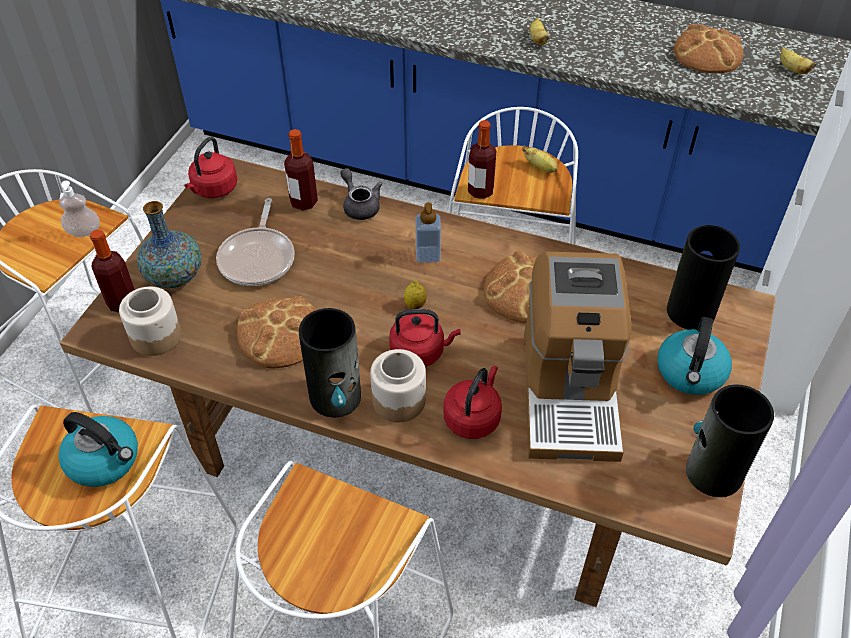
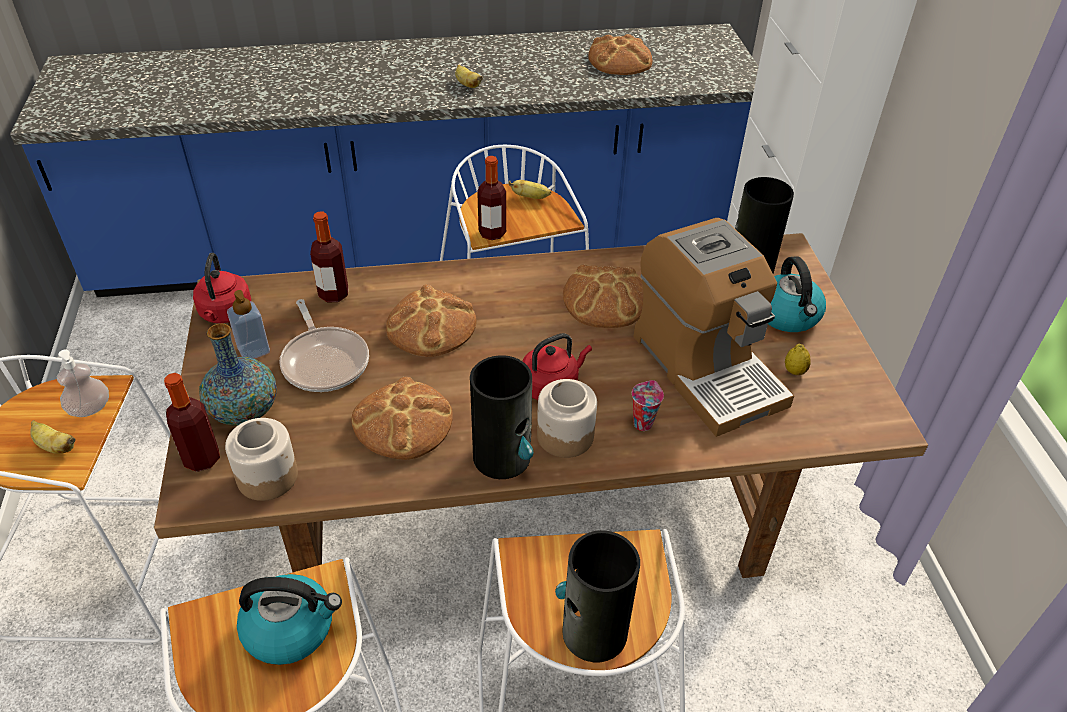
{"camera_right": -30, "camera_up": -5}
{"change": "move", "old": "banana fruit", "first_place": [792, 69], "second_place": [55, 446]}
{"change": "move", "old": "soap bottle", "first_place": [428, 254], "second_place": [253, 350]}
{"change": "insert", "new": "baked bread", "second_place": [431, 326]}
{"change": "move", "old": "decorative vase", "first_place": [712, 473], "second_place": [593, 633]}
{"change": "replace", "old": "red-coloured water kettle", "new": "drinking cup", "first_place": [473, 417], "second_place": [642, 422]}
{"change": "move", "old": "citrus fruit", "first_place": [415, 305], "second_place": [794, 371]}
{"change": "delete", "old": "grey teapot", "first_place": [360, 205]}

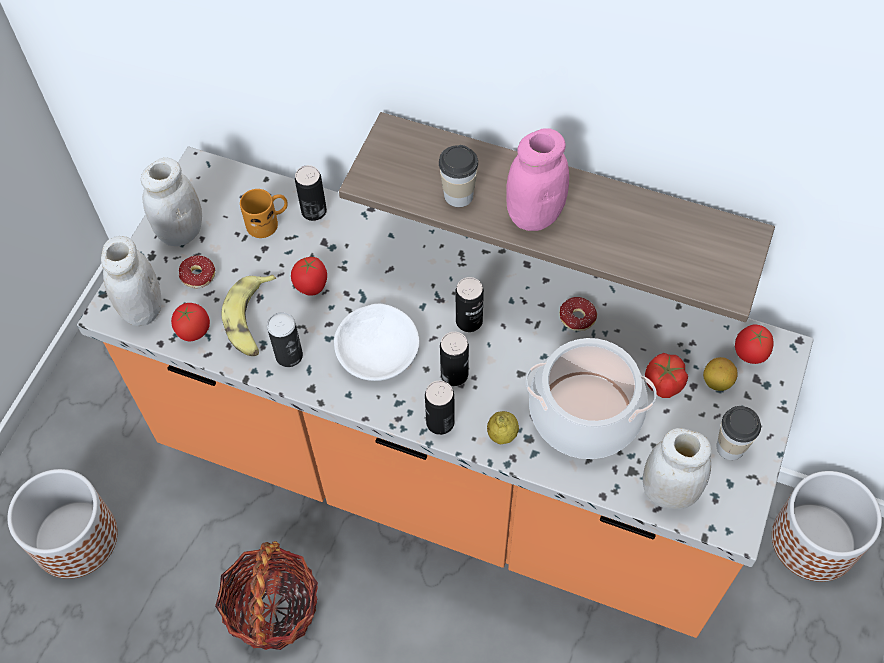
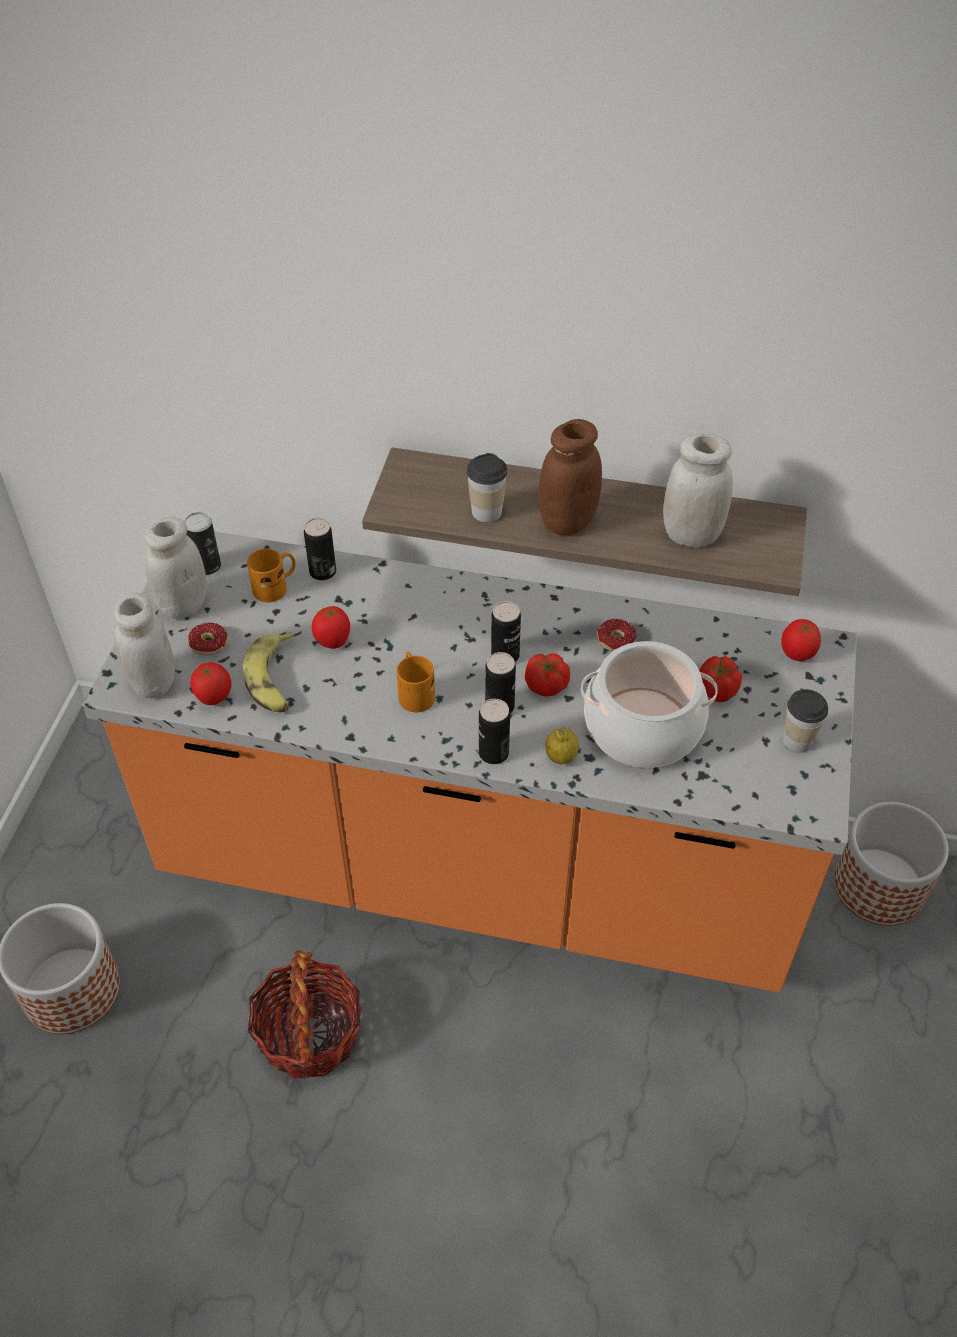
{"camera_right": -10, "camera_up": -10}
{"change": "move", "old": "metal can", "first_place": [289, 355], "second_place": [207, 566]}
{"change": "replace", "old": "white deep dish", "new": "orangey mug", "first_place": [377, 349], "second_place": [414, 692]}
{"change": "insert", "new": "fresh tomato", "second_place": [547, 685]}
{"change": "recolor", "old": "pink-coloured preserve jar", "new": "brownish preserve jar", "first_place": [534, 215], "second_place": [567, 521]}
{"change": "move", "old": "white preserve jar", "first_place": [668, 492], "second_place": [691, 535]}
{"change": "delete", "old": "citrus fruit", "first_place": [717, 382]}

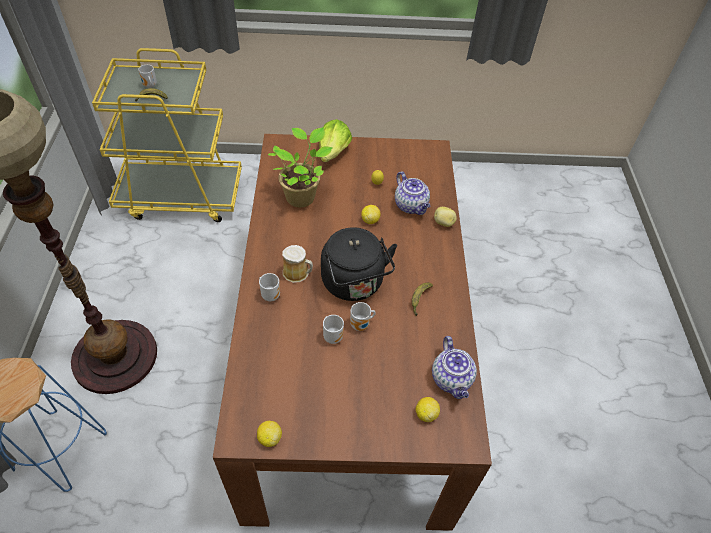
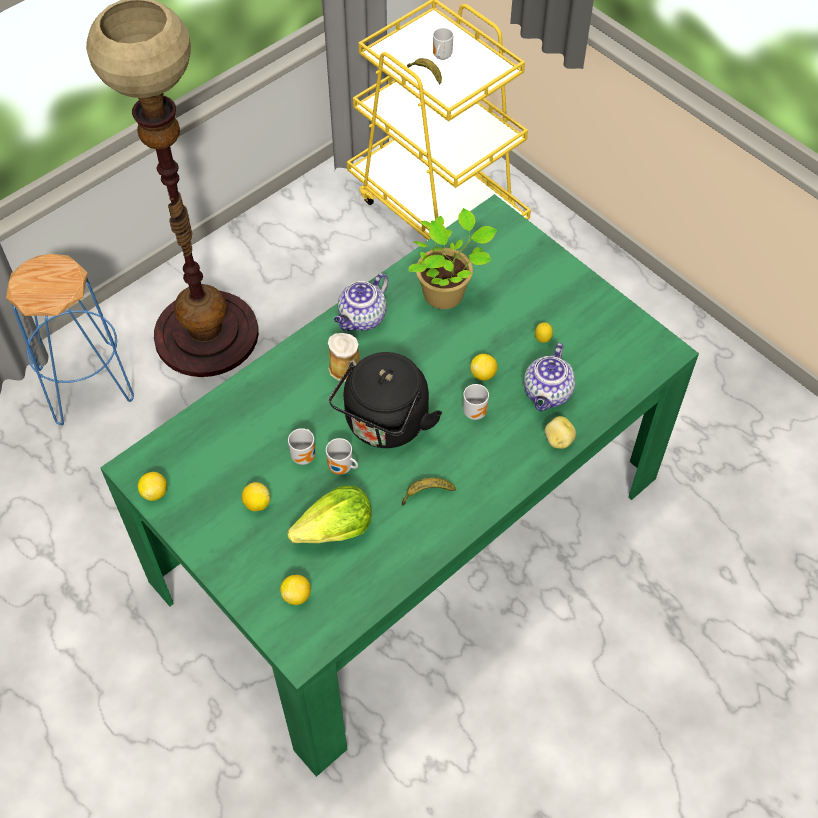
{"camera_right": 50, "camera_up": 5}
{"change": "recolor", "old": "brownish dinner table", "new": "green dinner table", "first_place": [349, 361], "second_place": [408, 530]}
{"change": "insert", "new": "citrus fruit", "second_place": [257, 503]}
{"change": "move", "old": "head of lettuce", "first_place": [333, 152], "second_place": [335, 530]}
{"change": "move", "old": "teapot", "first_place": [452, 380], "second_place": [362, 319]}
{"change": "move", "old": "mug", "first_place": [270, 295], "second_place": [475, 411]}

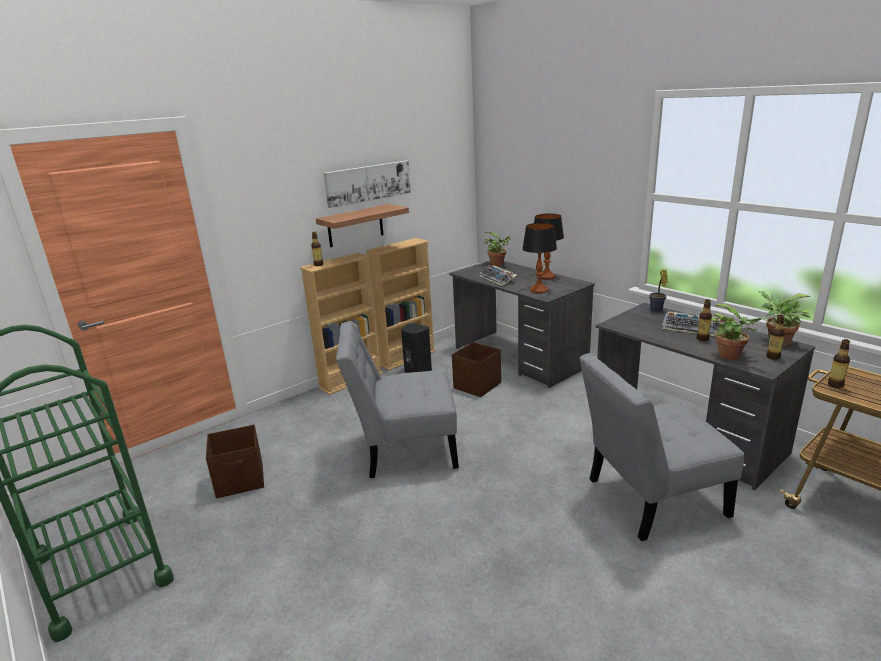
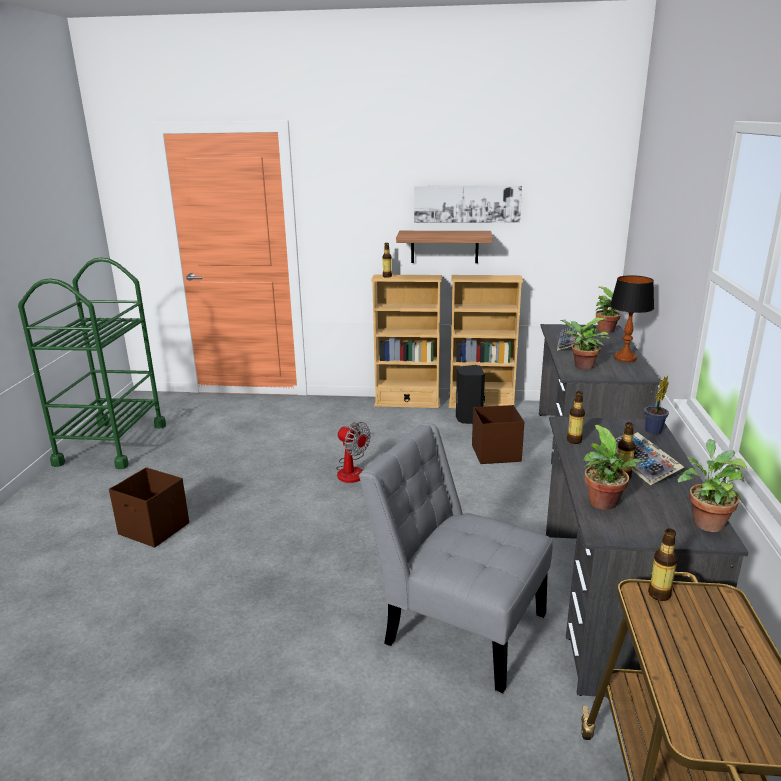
{"camera_right": 45, "camera_up": 0}
{"change": "move", "old": "brownish storage box", "first_place": [241, 480], "second_place": [154, 529]}
{"change": "replace", "old": "grey plain chair", "new": "fan", "first_place": [404, 449], "second_place": [352, 470]}
{"change": "replace", "old": "lamp for a table", "new": "potted plant", "first_place": [538, 290], "second_place": [581, 366]}
{"change": "move", "old": "bottle", "first_place": [773, 357], "second_place": [574, 441]}

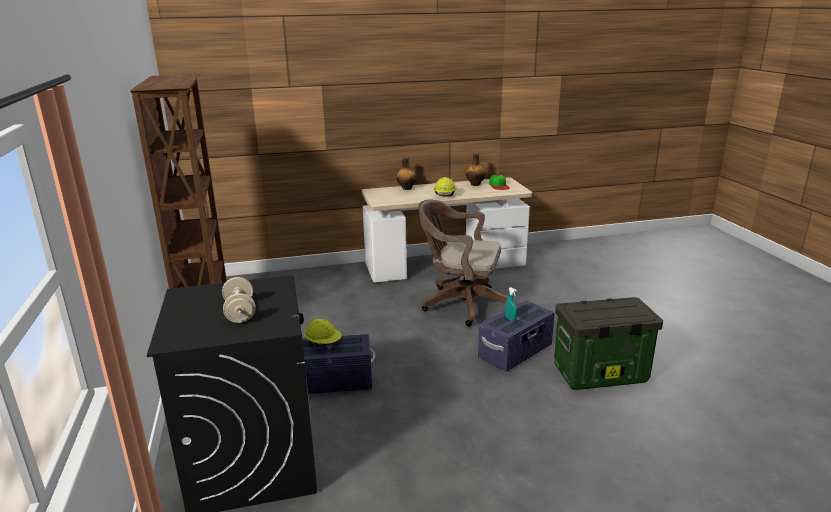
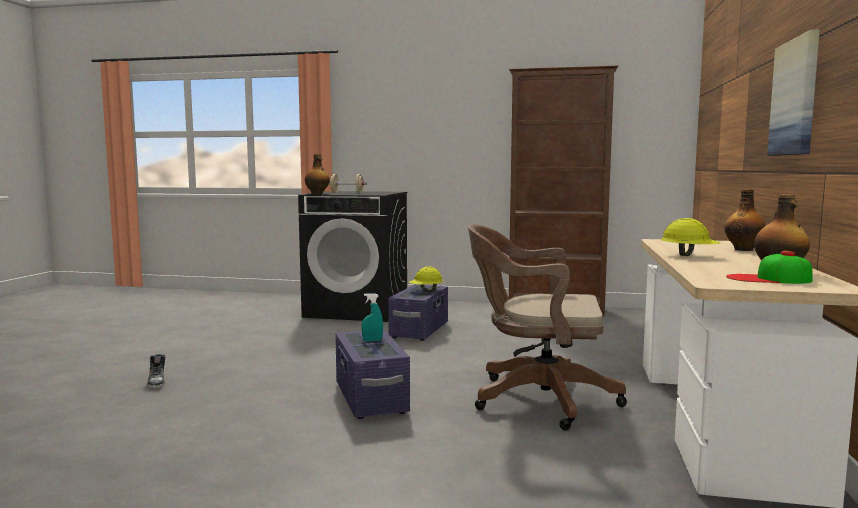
{"camera_right": 115, "camera_up": -15}
{"change": "insert", "new": "shoe", "second_place": [157, 382]}
{"change": "insert", "new": "bottle", "second_place": [317, 193]}
{"change": "rotate", "old": "brownish desk chair", "first_place": [461, 304], "second_place": [536, 399], "degrees": -120}
{"change": "insert", "new": "wall picture", "second_place": [795, 98]}
{"change": "delete", "old": "storage box", "first_place": [599, 374]}

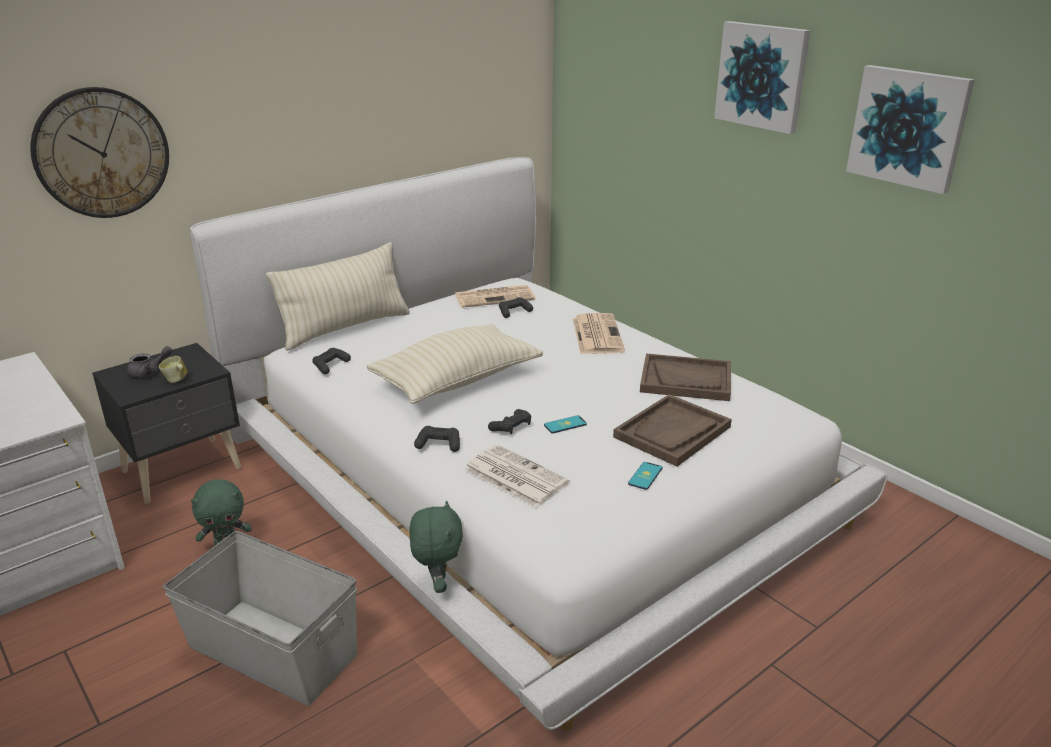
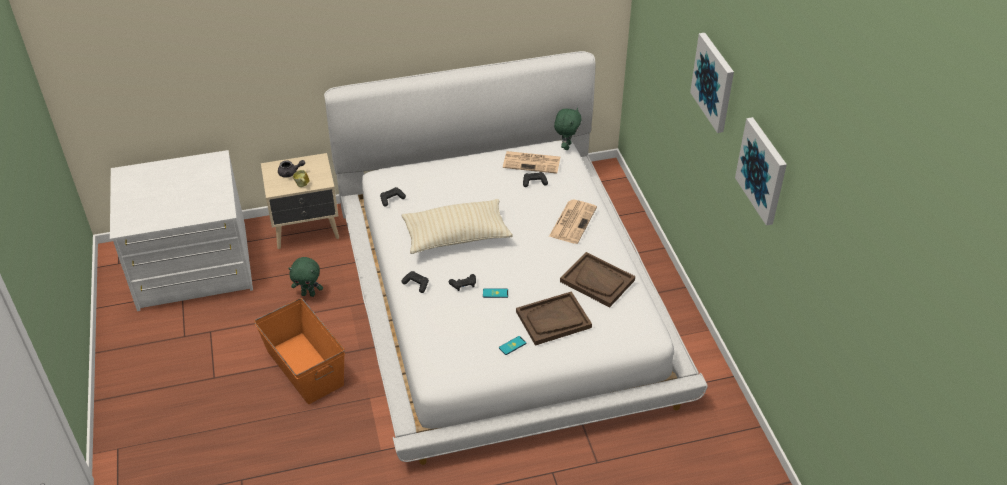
{"camera_right": 25, "camera_up": 15}
{"change": "recolor", "old": "grey storage box", "new": "orangey storage box", "first_place": [272, 651], "second_place": [304, 368]}
{"change": "recolor", "old": "blackish bedside table", "new": "beige-coloured bedside table", "first_place": [184, 470], "second_place": [307, 230]}
{"change": "move", "old": "green soft toy", "first_place": [437, 584], "second_place": [566, 146]}
{"change": "delete", "old": "wall clock", "first_place": [101, 153]}
{"change": "delete", "old": "beige-coloured throw pillow", "first_place": [345, 328]}
{"change": "delete", "old": "daily paper", "first_place": [514, 476]}

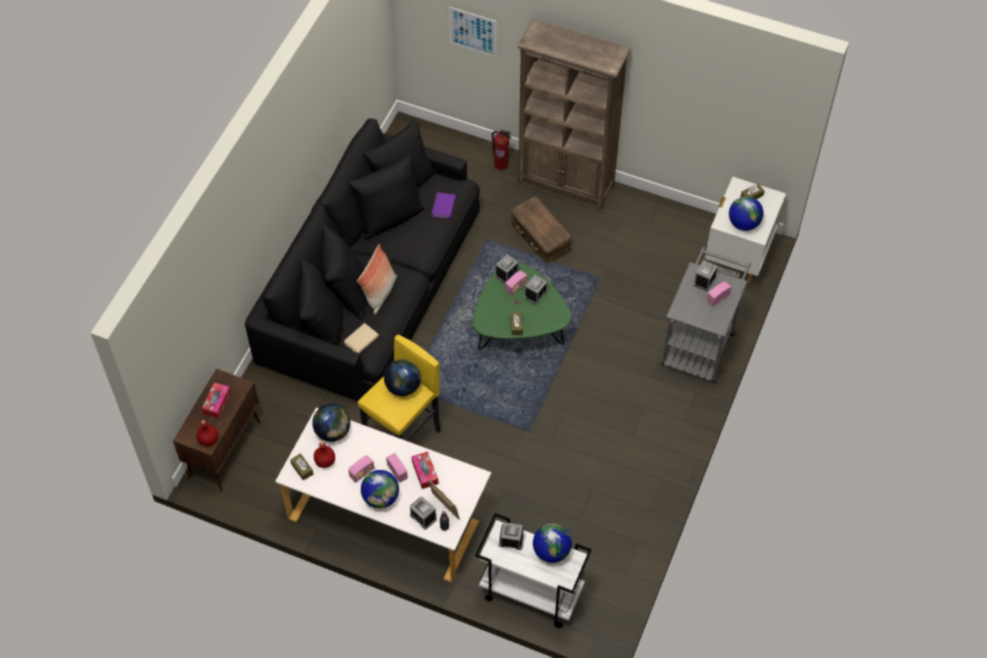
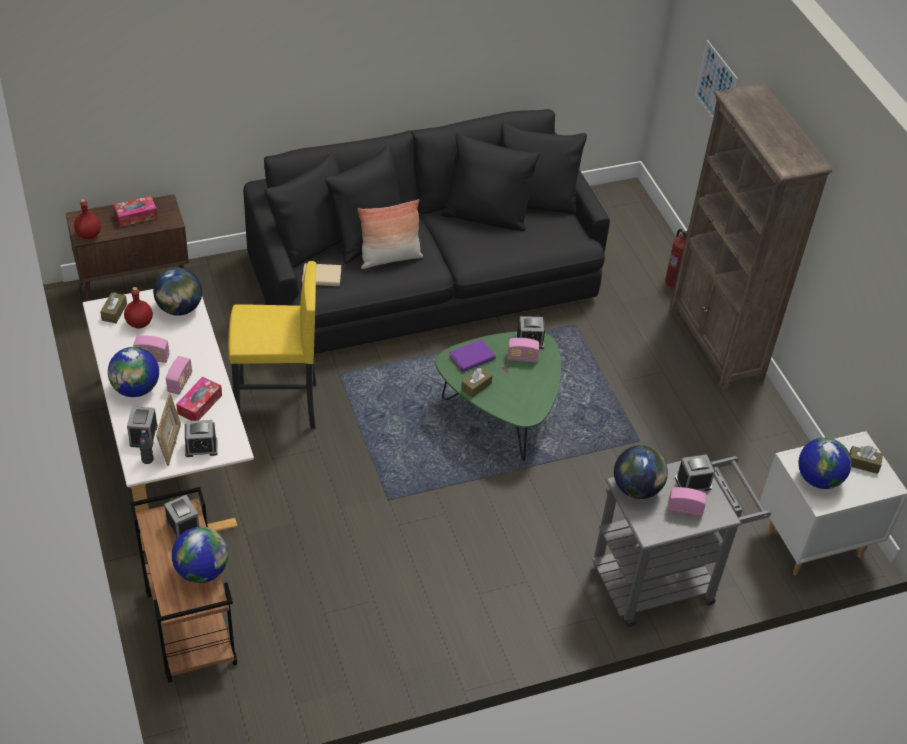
{"camera_right": 45, "camera_up": -10}
{"change": "recolor", "old": "white trolley", "new": "brownish trolley", "first_place": [530, 593], "second_place": [189, 628]}
{"change": "move", "old": "alarm clock", "first_place": [536, 294], "second_place": [201, 447]}
{"change": "move", "old": "purplish bound book", "first_place": [443, 207], "second_place": [472, 358]}
{"change": "move", "old": "world globe", "first_place": [403, 387], "second_place": [637, 488]}
{"change": "delete", "old": "brownish storage box", "first_place": [540, 236]}

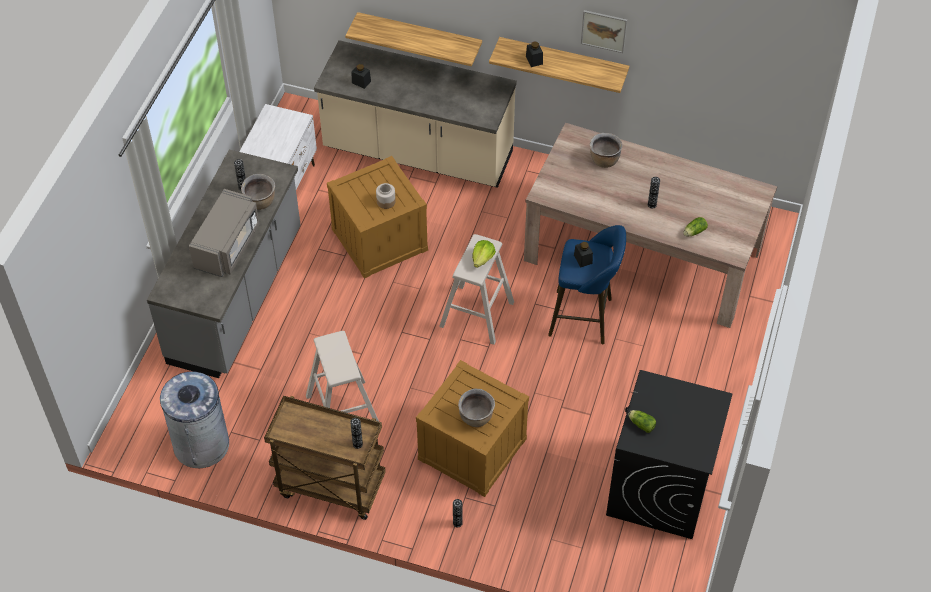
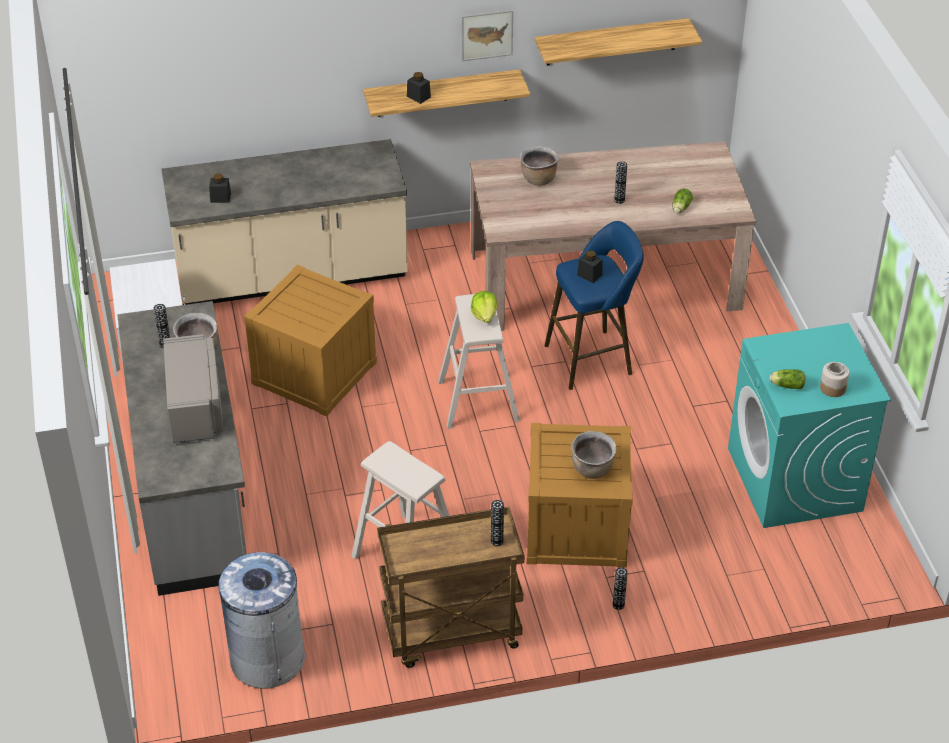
{"camera_right": -30, "camera_up": -10}
{"change": "move", "old": "bracket shelf", "first_place": [419, 36], "second_place": [611, 42]}
{"change": "recolor", "old": "blackish laundry machine", "new": "turquoise laundry machine", "first_place": [660, 489], "second_place": [795, 480]}
{"change": "move", "old": "preserve jar", "first_place": [386, 201], "second_place": [832, 388]}

